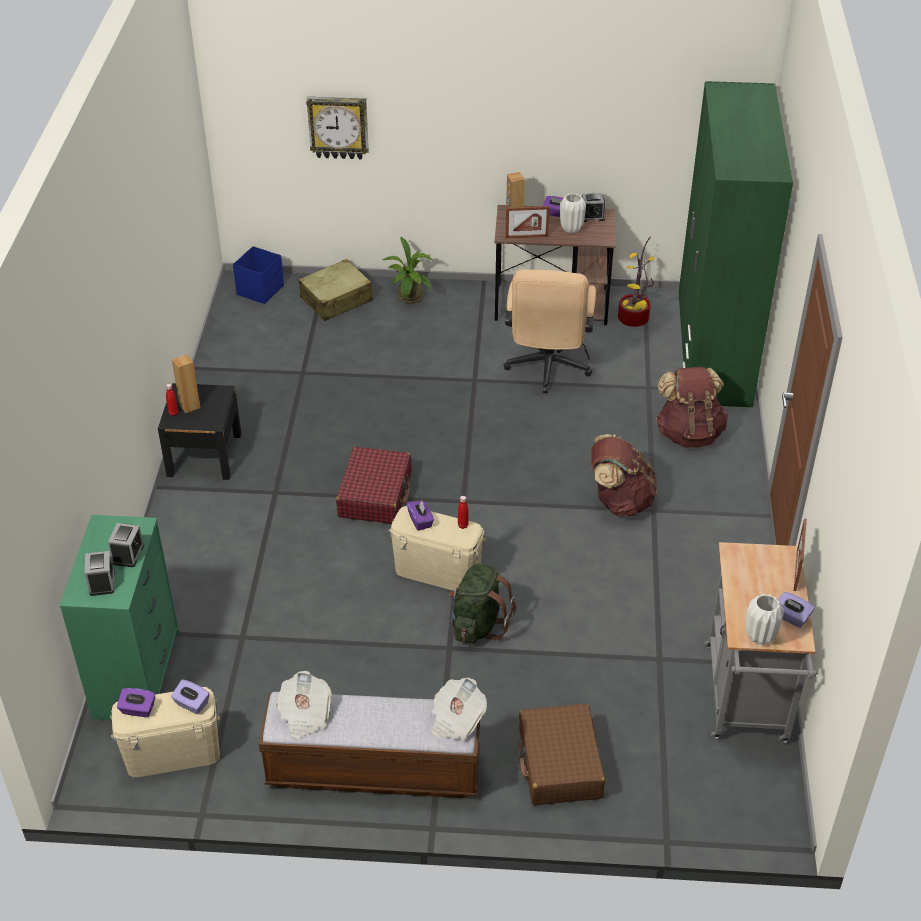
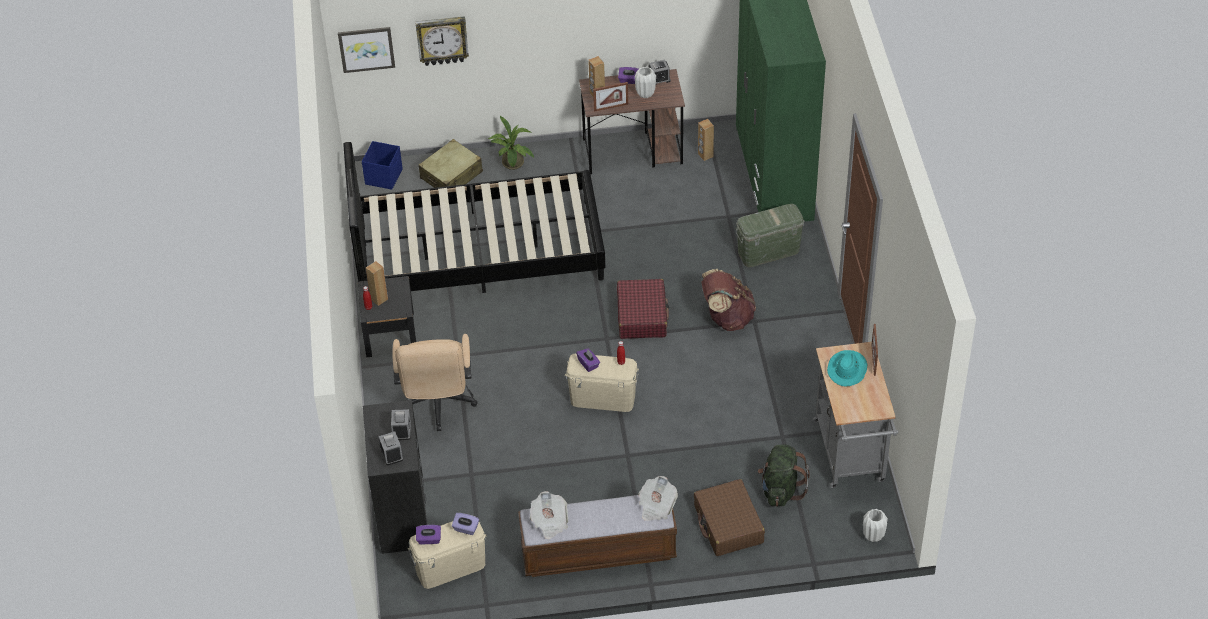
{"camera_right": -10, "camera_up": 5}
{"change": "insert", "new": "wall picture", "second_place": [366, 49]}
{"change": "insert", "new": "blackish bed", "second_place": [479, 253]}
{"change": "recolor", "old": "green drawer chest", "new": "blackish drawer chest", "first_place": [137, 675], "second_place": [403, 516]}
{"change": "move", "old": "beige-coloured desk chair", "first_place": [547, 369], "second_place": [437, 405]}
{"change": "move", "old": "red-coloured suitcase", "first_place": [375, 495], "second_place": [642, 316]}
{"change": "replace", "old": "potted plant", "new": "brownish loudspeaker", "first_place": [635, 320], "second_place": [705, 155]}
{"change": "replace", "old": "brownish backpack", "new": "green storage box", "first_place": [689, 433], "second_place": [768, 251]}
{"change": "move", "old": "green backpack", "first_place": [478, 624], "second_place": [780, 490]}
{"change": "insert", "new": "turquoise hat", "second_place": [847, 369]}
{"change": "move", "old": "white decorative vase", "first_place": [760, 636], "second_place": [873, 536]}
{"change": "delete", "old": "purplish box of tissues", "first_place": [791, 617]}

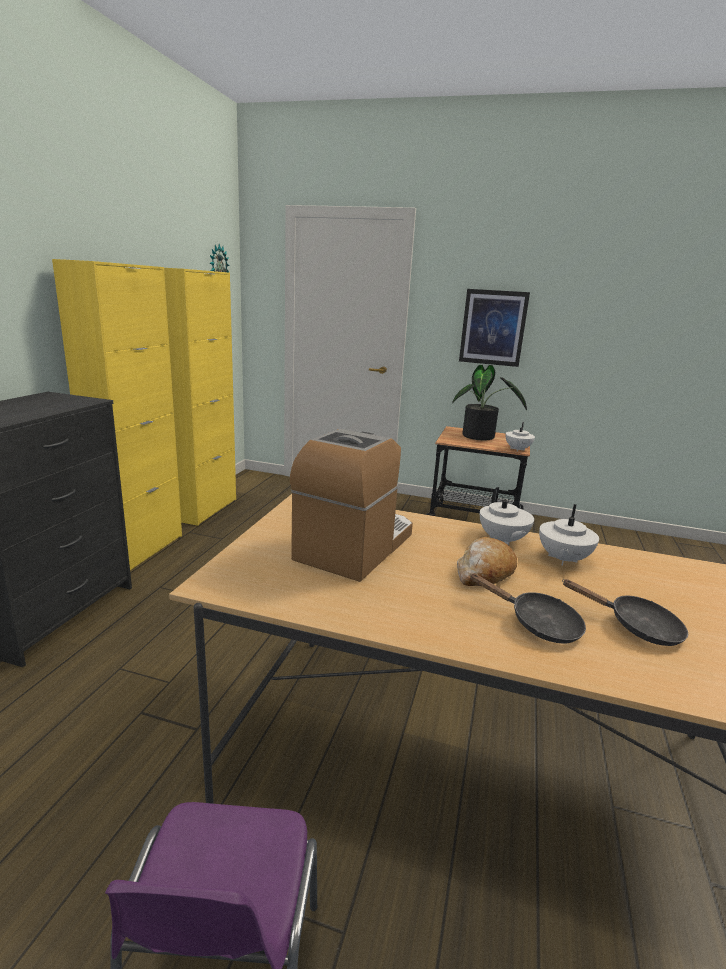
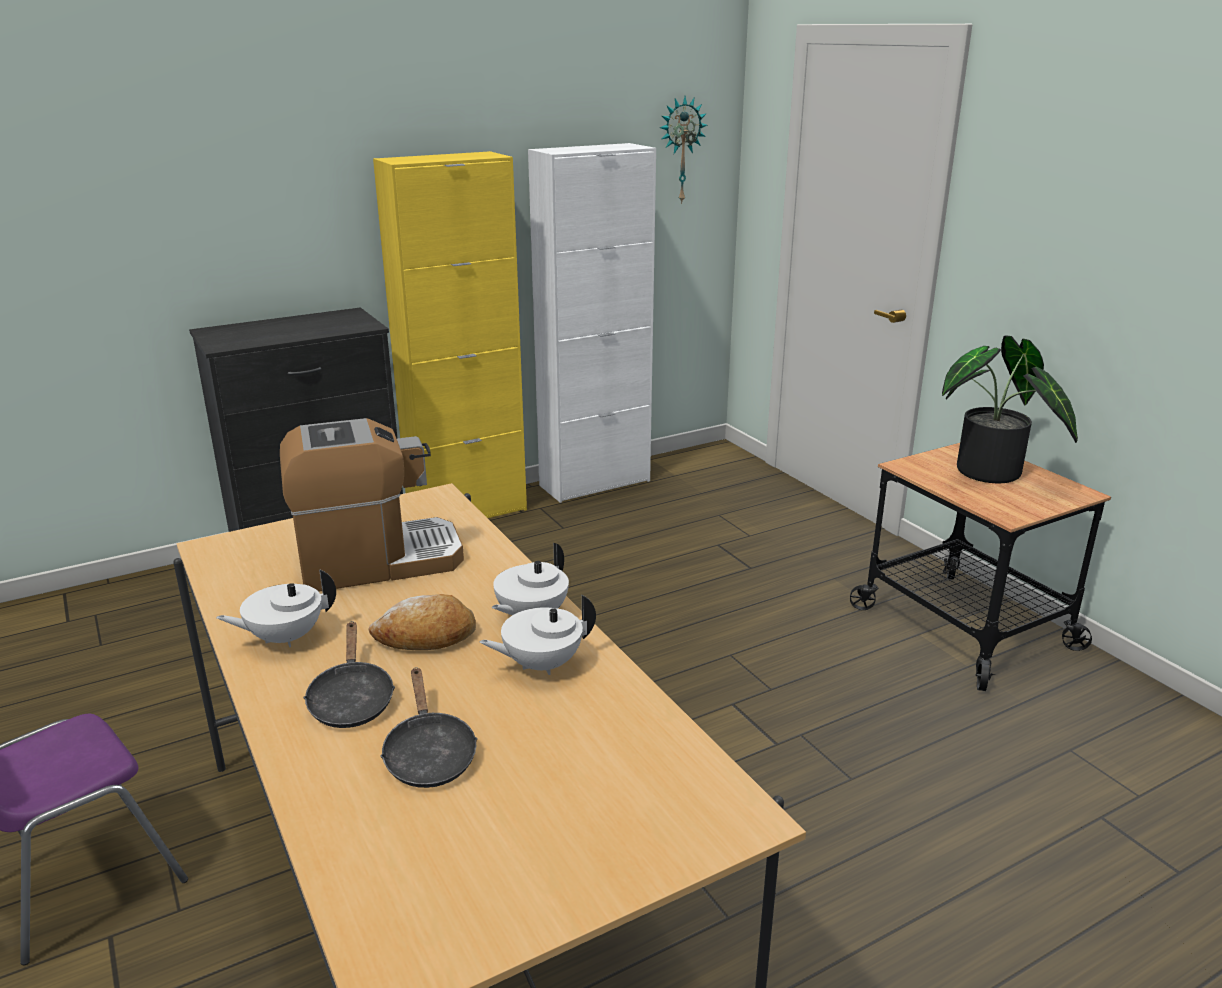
{"camera_right": 45, "camera_up": 5}
{"change": "move", "old": "white teapot", "first_place": [517, 449], "second_place": [285, 638]}
{"change": "recolor", "old": "yellow cupboard", "new": "white cupboard", "first_place": [204, 509], "second_place": [595, 483]}
{"change": "delete", "old": "wall picture", "first_place": [493, 327]}

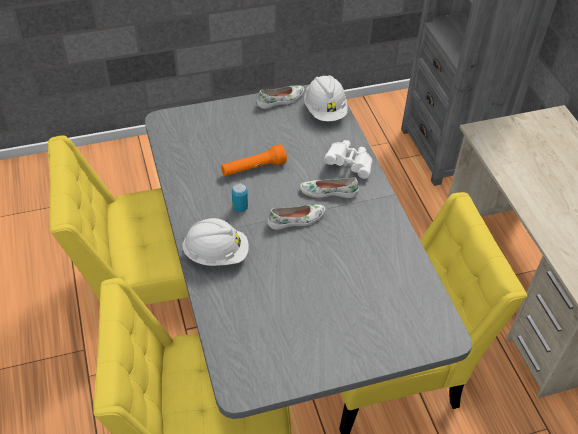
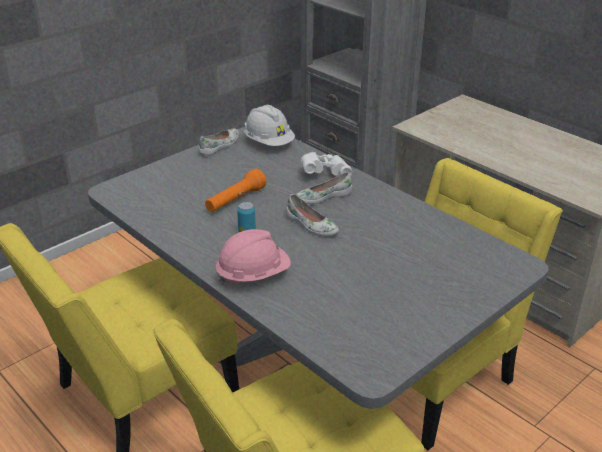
{"camera_right": -25, "camera_up": -15}
{"change": "recolor", "old": "white safety helmet", "new": "pink-coloured safety helmet", "first_place": [216, 254], "second_place": [253, 275]}
{"change": "rotate", "old": "white shoe", "first_place": [296, 220], "second_place": [311, 225], "degrees": 90}

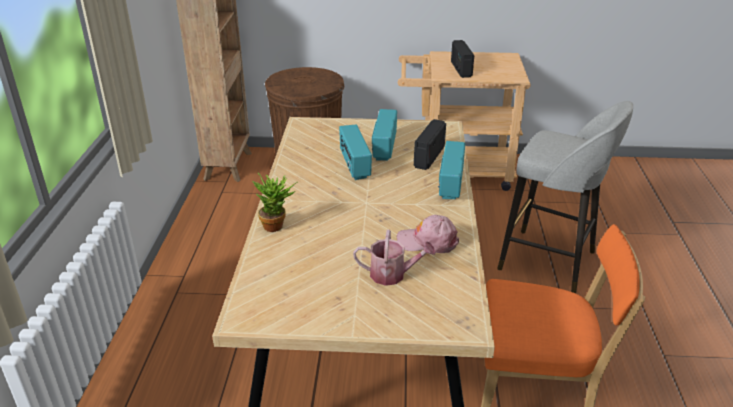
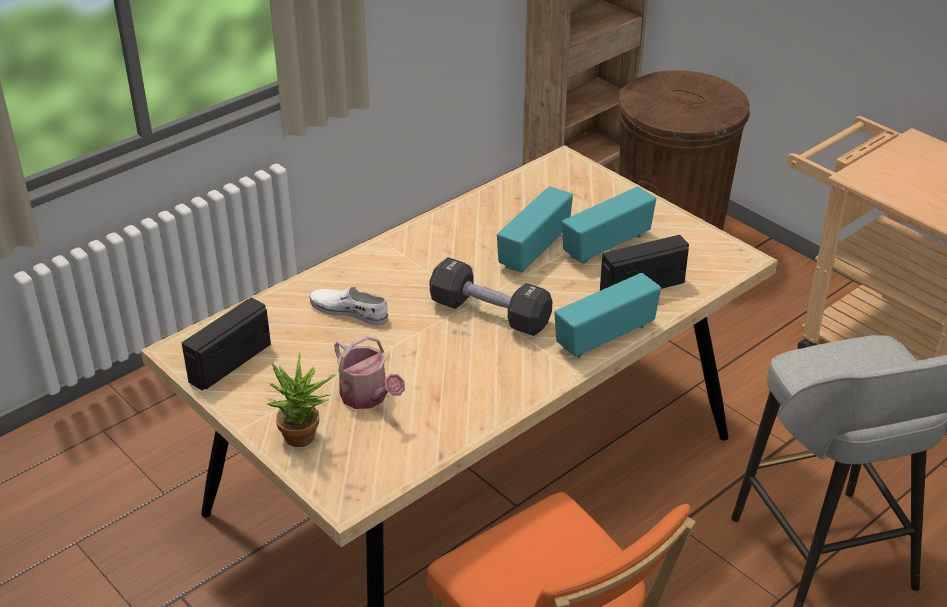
{"camera_right": 45, "camera_up": 5}
{"change": "move", "old": "radio receiver", "first_place": [461, 69], "second_place": [229, 362]}
{"change": "move", "old": "potted plant", "first_place": [277, 226], "second_place": [305, 439]}
{"change": "insert", "new": "white shoe", "second_place": [349, 311]}
{"change": "insert", "new": "blackish free weight", "second_place": [490, 314]}
{"change": "delete", "old": "pink-coloured baseball cap", "first_place": [428, 241]}

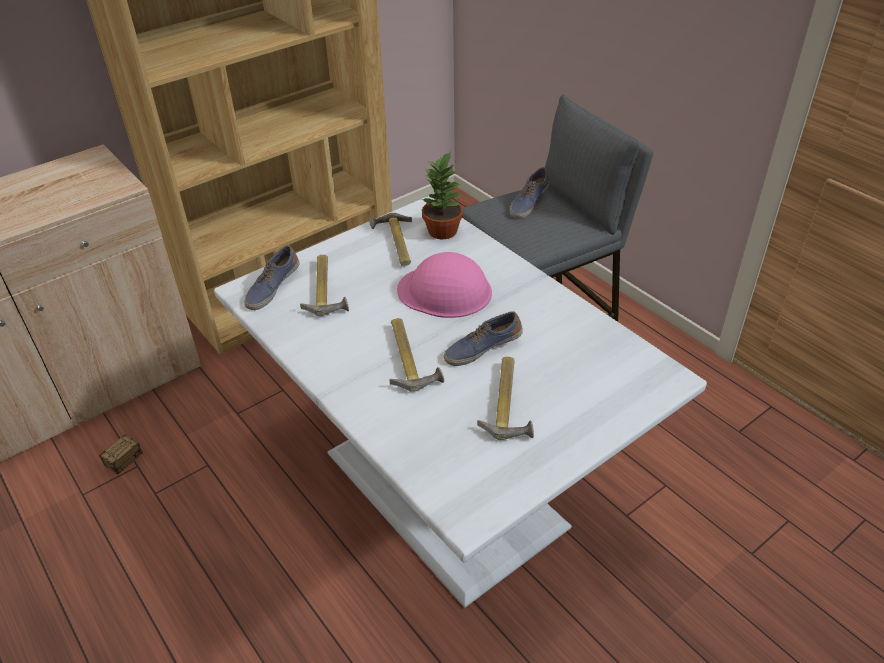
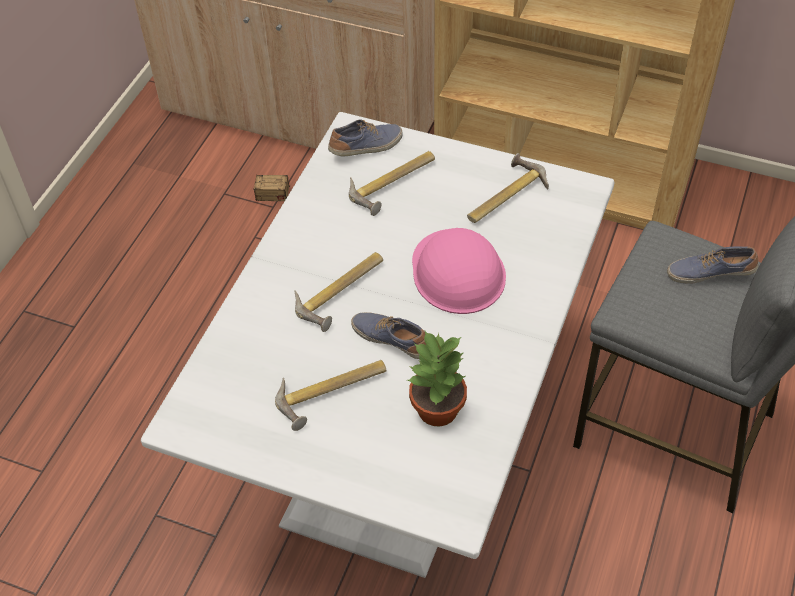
{"camera_right": 60, "camera_up": 10}
{"change": "rotate", "old": "shoe", "first_place": [272, 288], "second_place": [367, 147], "degrees": 150}
{"change": "move", "old": "potted plant", "first_place": [443, 231], "second_place": [438, 410]}

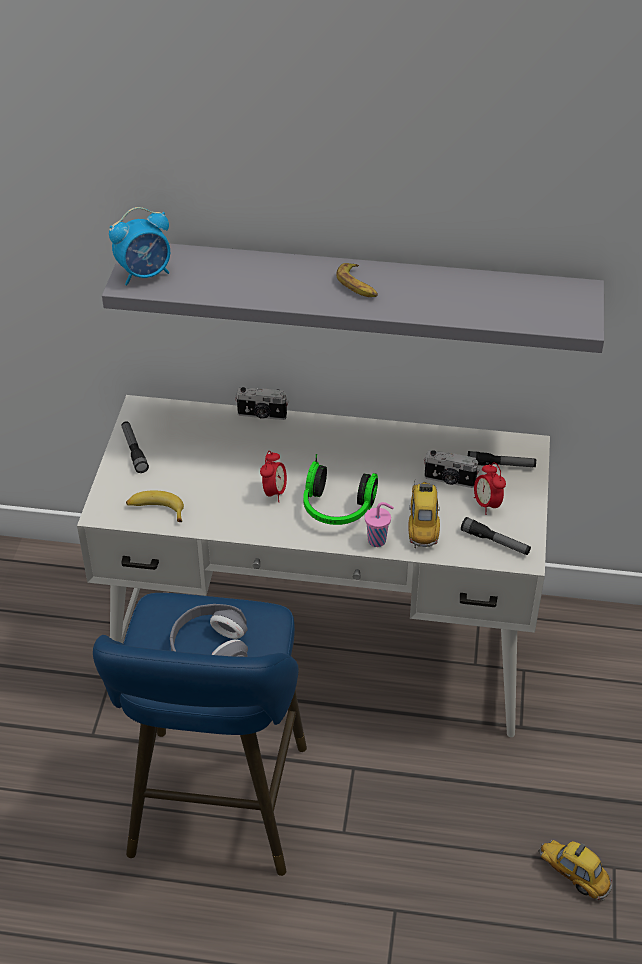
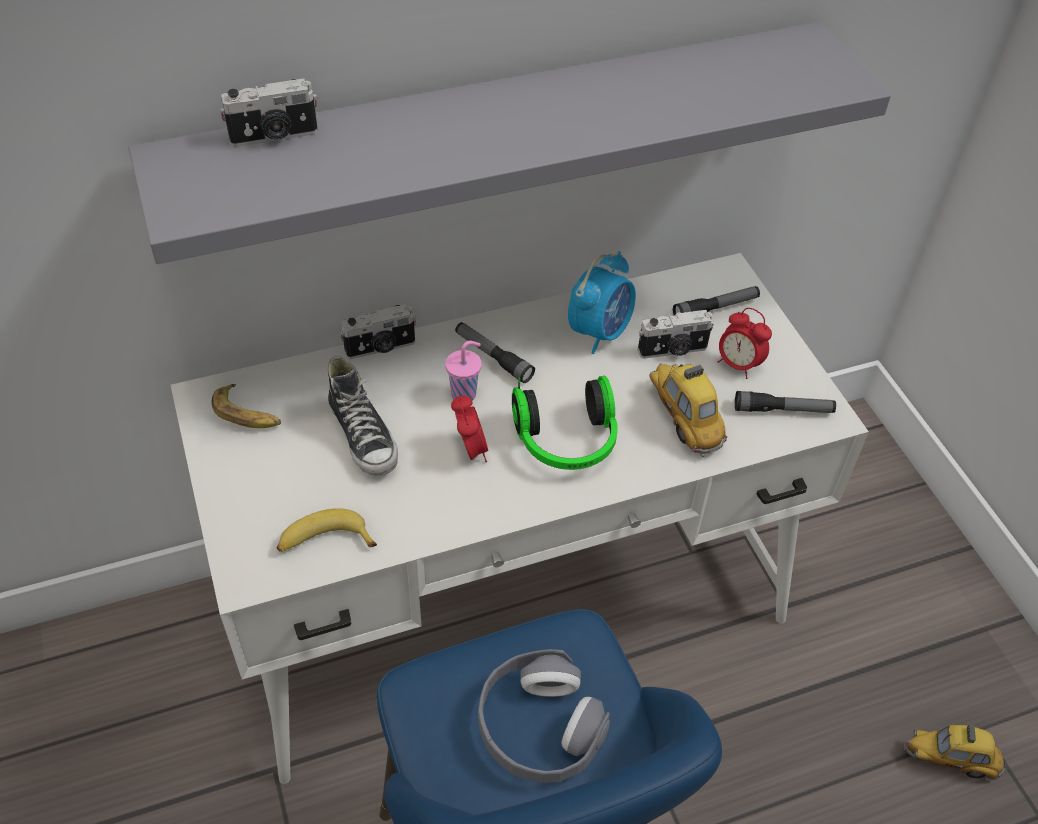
{"camera_right": -30, "camera_up": 5}
{"change": "move", "old": "banana fruit", "first_place": [358, 285], "second_place": [247, 414]}
{"change": "insert", "new": "photo camera", "second_place": [274, 136]}
{"change": "insert", "new": "shoe", "second_place": [364, 436]}
{"change": "move", "old": "pink-coloured drinking cup", "first_place": [378, 540], "second_place": [465, 394]}
{"change": "move", "old": "flashlight", "first_place": [134, 451], "second_place": [493, 357]}
{"change": "move", "old": "alarm clock", "first_place": [145, 274], "second_place": [599, 331]}

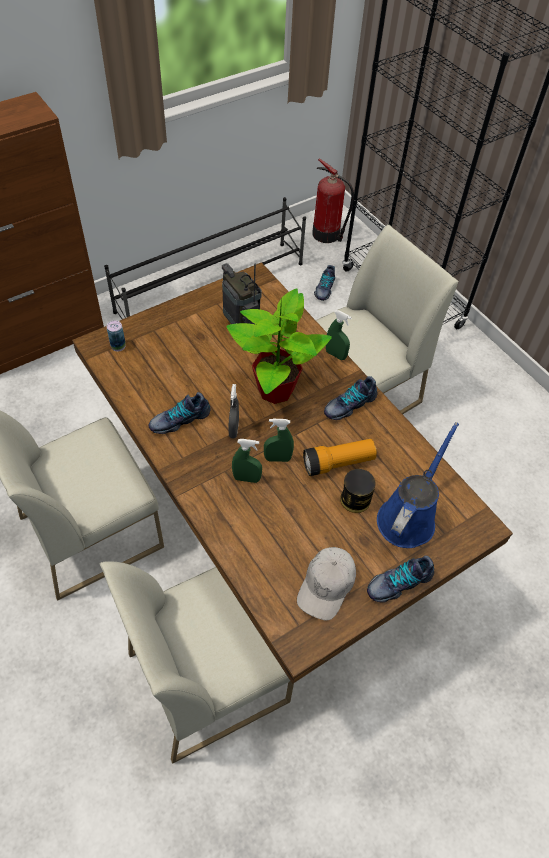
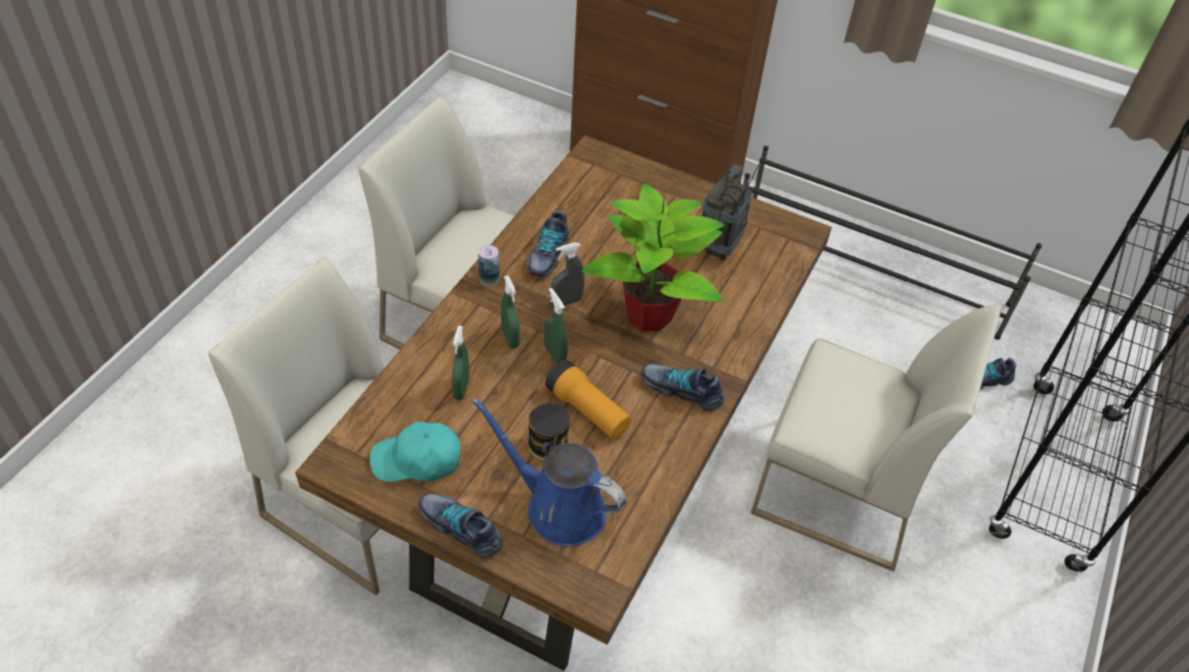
{"camera_right": 60, "camera_up": -5}
{"change": "recolor", "old": "white baseball cap", "new": "turquoise baseball cap", "first_place": [326, 586], "second_place": [417, 460]}
{"change": "move", "old": "green hand sprayer", "first_place": [335, 354], "second_place": [461, 388]}
{"change": "rotate", "old": "blue-coloured watering pot", "first_place": [408, 517], "second_place": [558, 507], "degrees": -150}
{"change": "move", "old": "metal can", "first_place": [118, 346], "second_place": [489, 279]}
{"change": "rotate", "old": "shoe", "first_place": [179, 419], "second_place": [547, 254], "degrees": -105}
{"change": "delete", "old": "fire extinguisher", "first_place": [327, 235]}

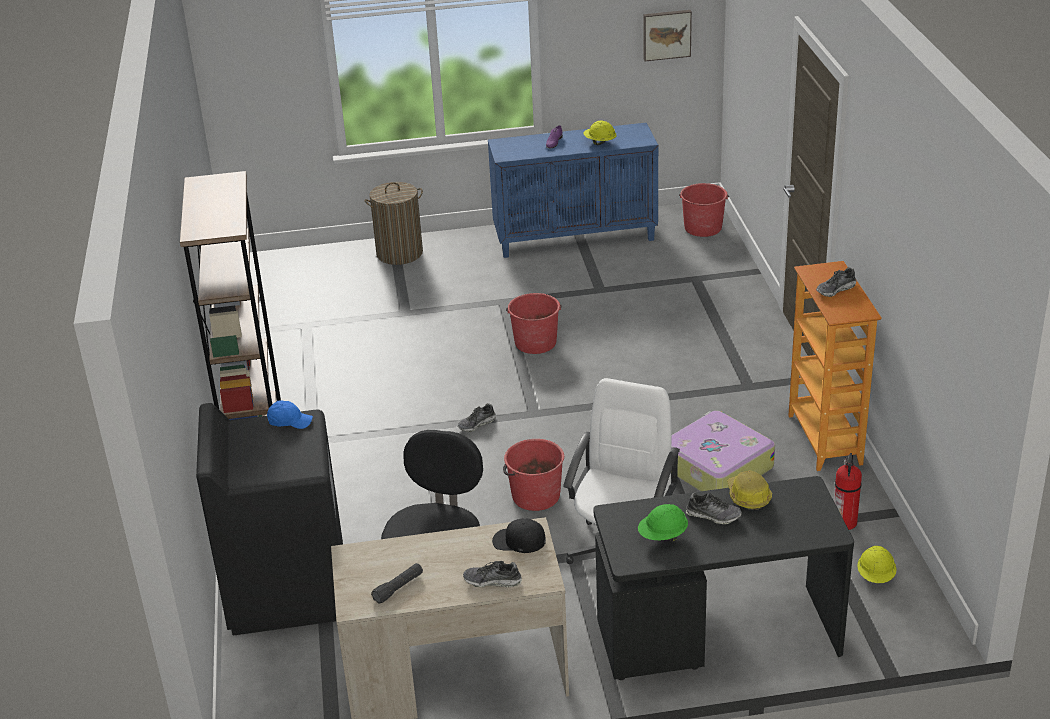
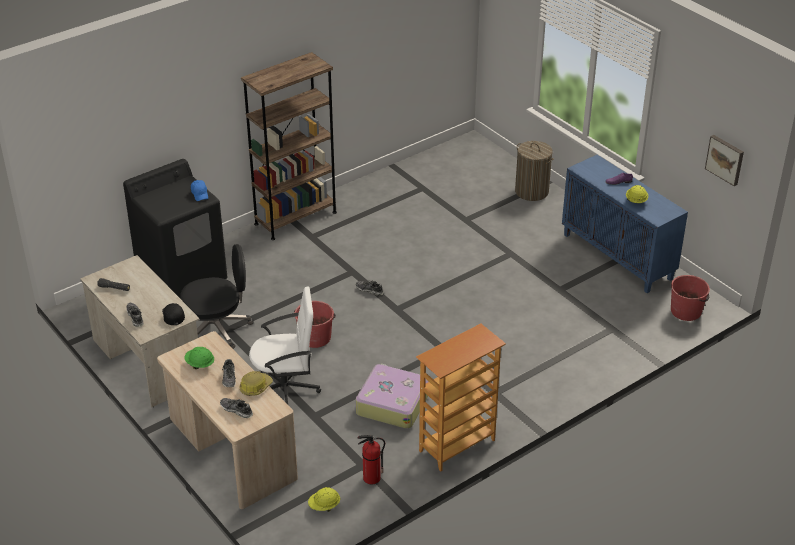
{"camera_right": 60, "camera_up": 5}
{"change": "recolor", "old": "blackish desk", "new": "beige-coloured desk", "first_place": [717, 636], "second_place": [230, 451]}
{"change": "move", "old": "shoe", "first_place": [835, 289], "second_place": [236, 410]}
{"change": "delete", "old": "red-coloured pail", "first_place": [535, 342]}

